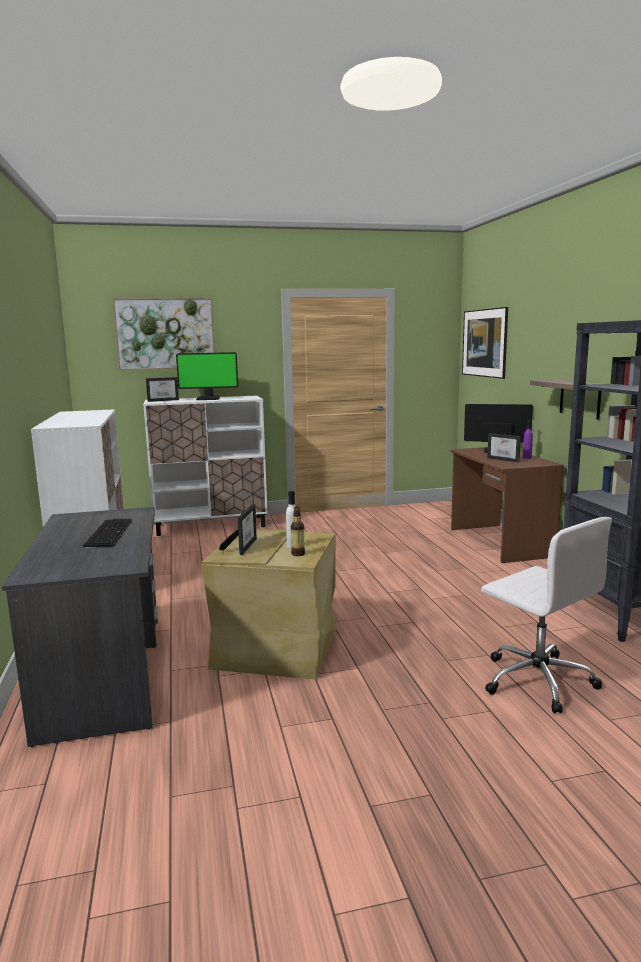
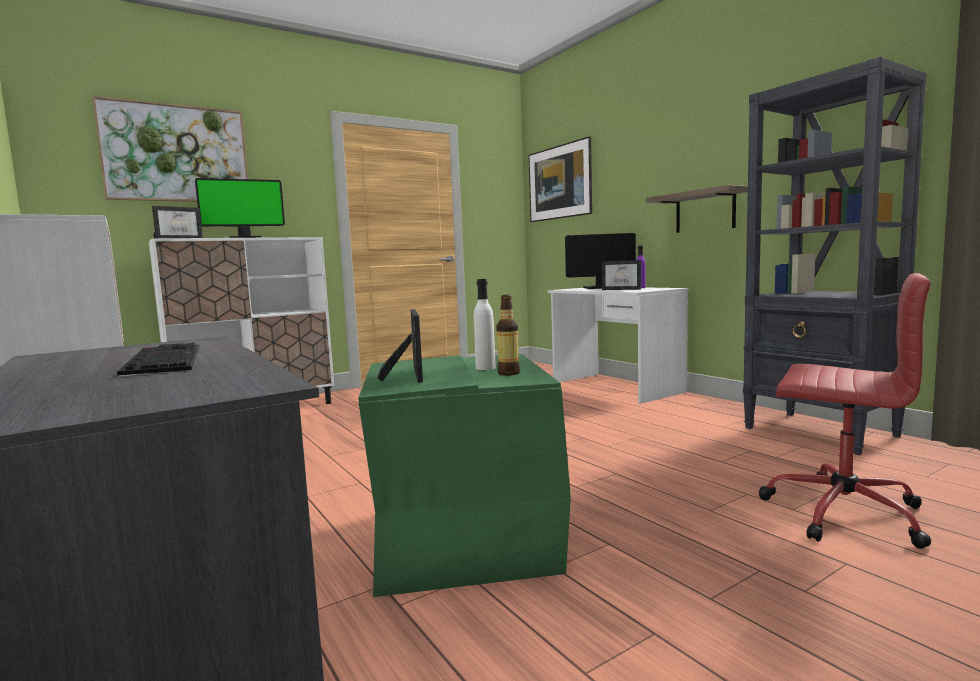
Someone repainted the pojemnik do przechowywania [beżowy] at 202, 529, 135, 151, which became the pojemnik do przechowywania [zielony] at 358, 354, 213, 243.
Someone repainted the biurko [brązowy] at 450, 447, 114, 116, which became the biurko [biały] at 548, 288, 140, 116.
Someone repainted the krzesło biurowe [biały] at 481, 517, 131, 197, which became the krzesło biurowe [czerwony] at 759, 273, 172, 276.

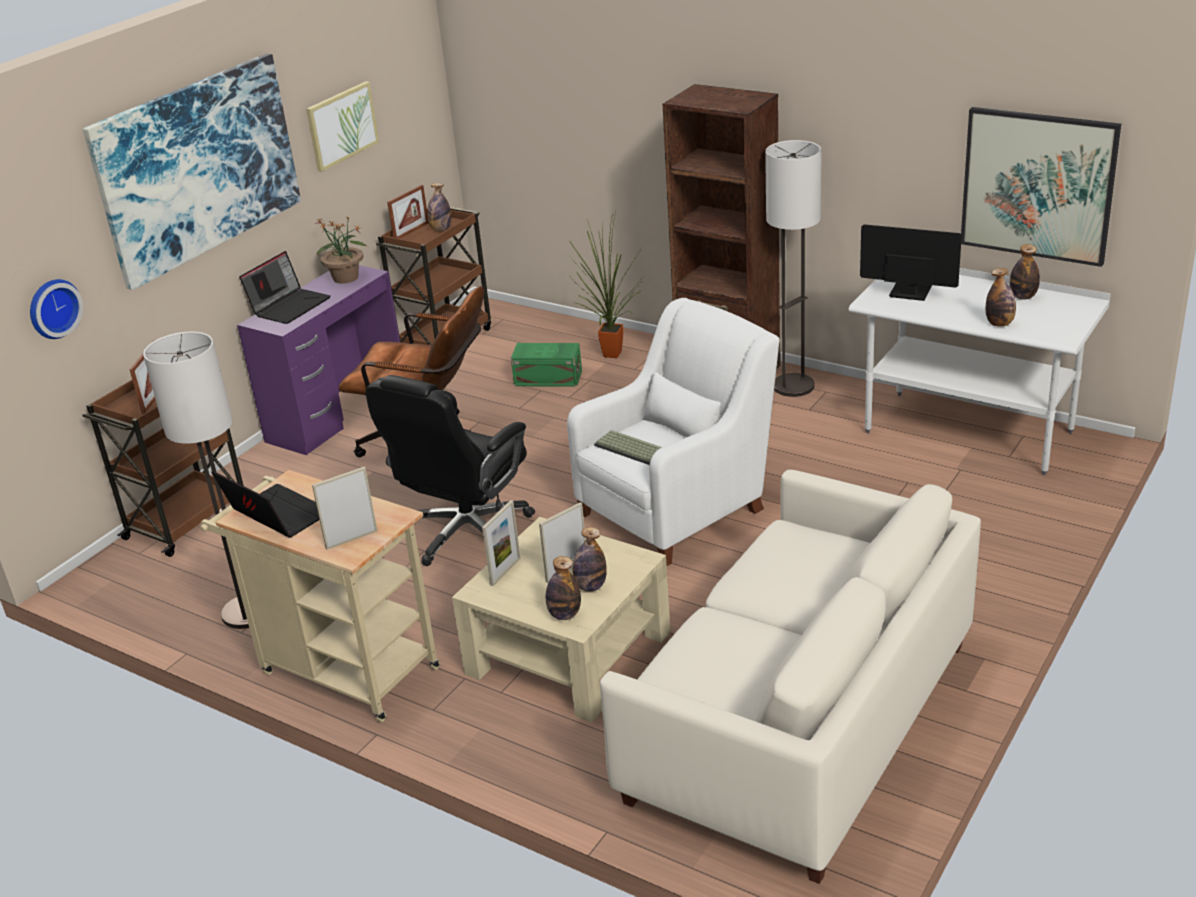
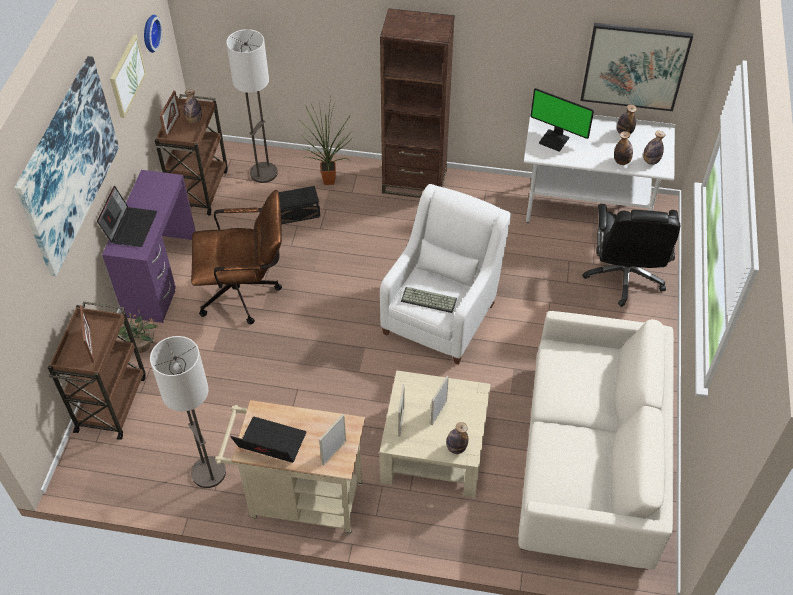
Someone carried the roślina doniczkowa from 316, 217, 52, 67 to 119, 309, 38, 44.
Someone carried the zegar ścienny from 30, 279, 53, 60 to 144, 14, 19, 39.
Someone carried the lampa stojąca from 765, 140, 56, 257 to 226, 29, 52, 154.
Someone repainted the pojemnik do przechowywania [zielony] at 511, 343, 71, 44, which became the pojemnik do przechowywania [czarny] at 278, 186, 42, 38.
Someone rotated the monitor at 860, 224, 102, 77 by 150 degrees counterclockwise.
Someone carried the krzesło biurowe [czarny] from 366, 375, 169, 191 to 582, 204, 98, 103.
Someone carried the butelka from 572, 527, 35, 65 to 643, 131, 22, 34.

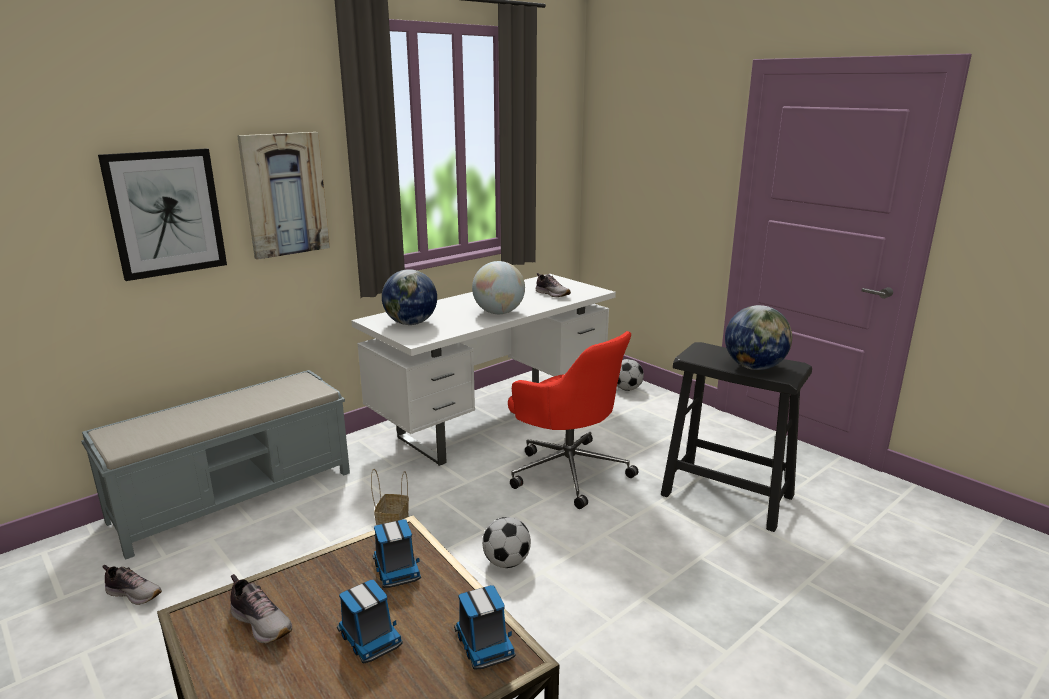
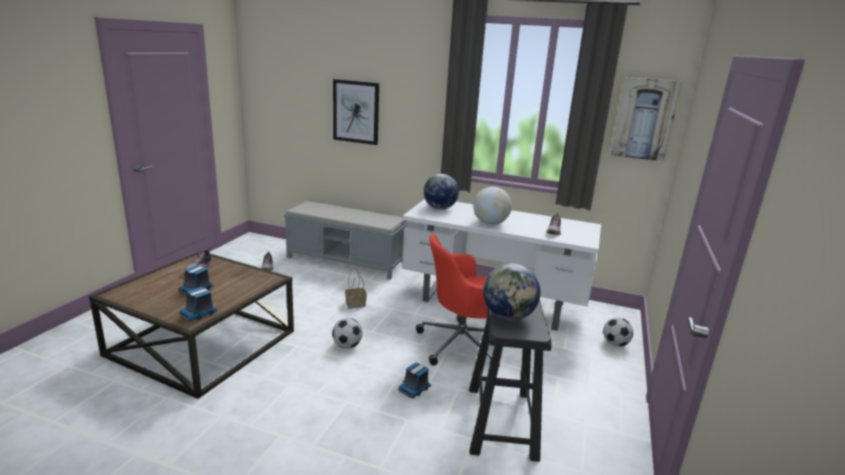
Someone carried the ciężarówka zabawkowa from 373, 519, 48, 69 to 398, 362, 33, 37.
Someone rotated the krzesło biurowe [czerwony] at 508, 331, 131, 178 by 60 degrees clockwise.
Someone carried the obraz from 237, 132, 93, 128 to 610, 77, 72, 85.

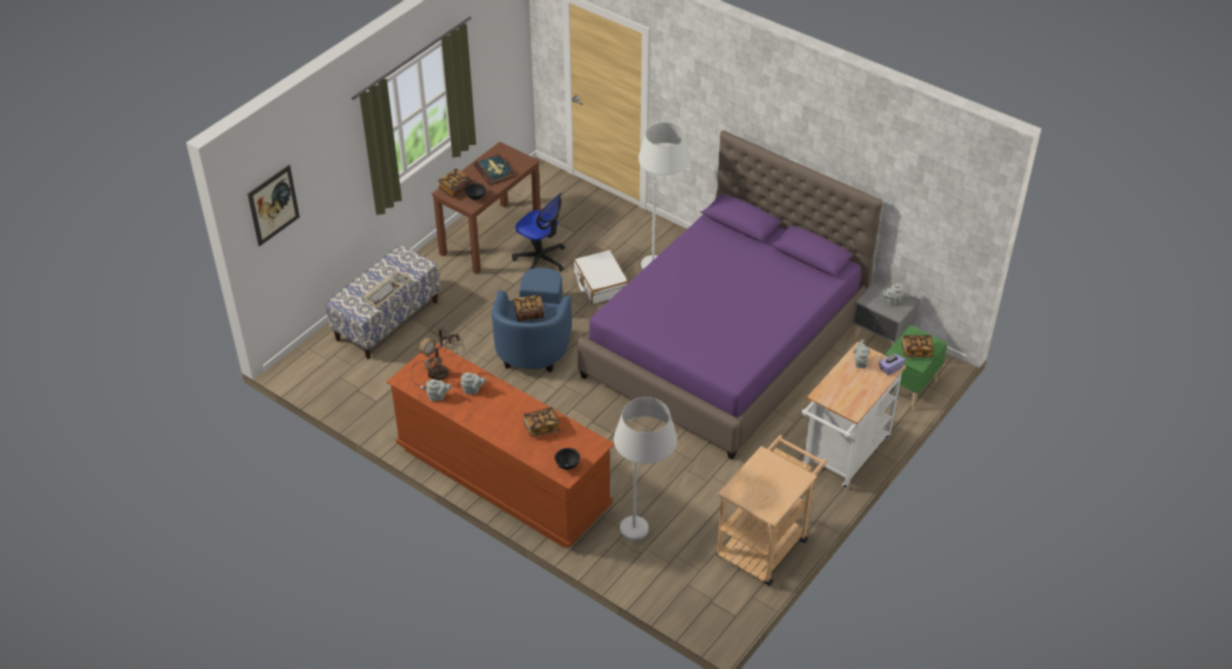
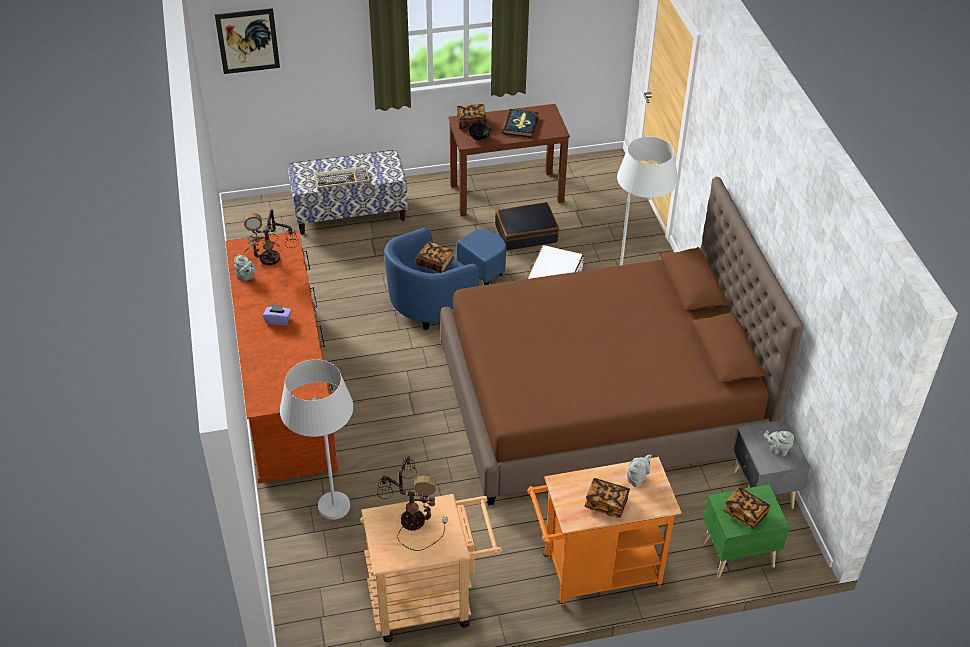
Someone carried the pudełko chusteczek [fioletowy] from 879, 353, 26, 22 to 263, 304, 28, 22.
Someone put down the lampa stołowa at 377, 455, 71, 96.
Someone repainted the łóżko [fioletowy] at 578, 131, 305, 329, which became the łóżko [brązowy] at 440, 177, 364, 328.
Someone swapped the krzesło biurowe at 512, 193, 53, 79 for the walizka [czarny] at 495, 202, 64, 49.
Someone repainted the wózek [biały] at 801, 342, 105, 147, which became the wózek [pomarańczowy] at 527, 457, 154, 149.
Someone carried the książka from 523, 407, 37, 30 to 584, 478, 46, 40.
Someone took away the imbryk [szary] at 461, 372, 26, 22.
Someone took away the miska [czarny] at 555, 448, 25, 22.

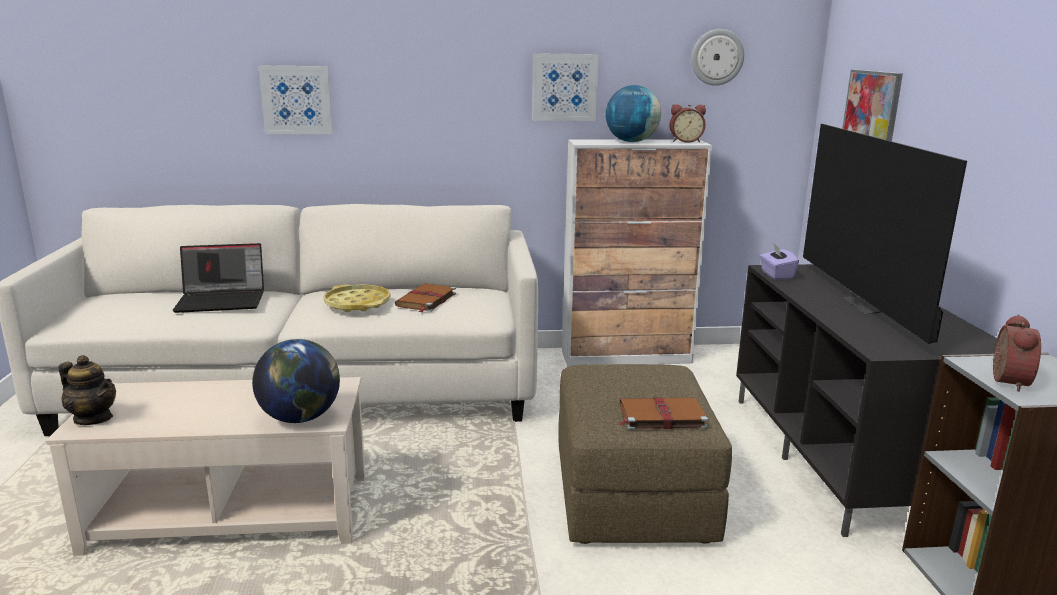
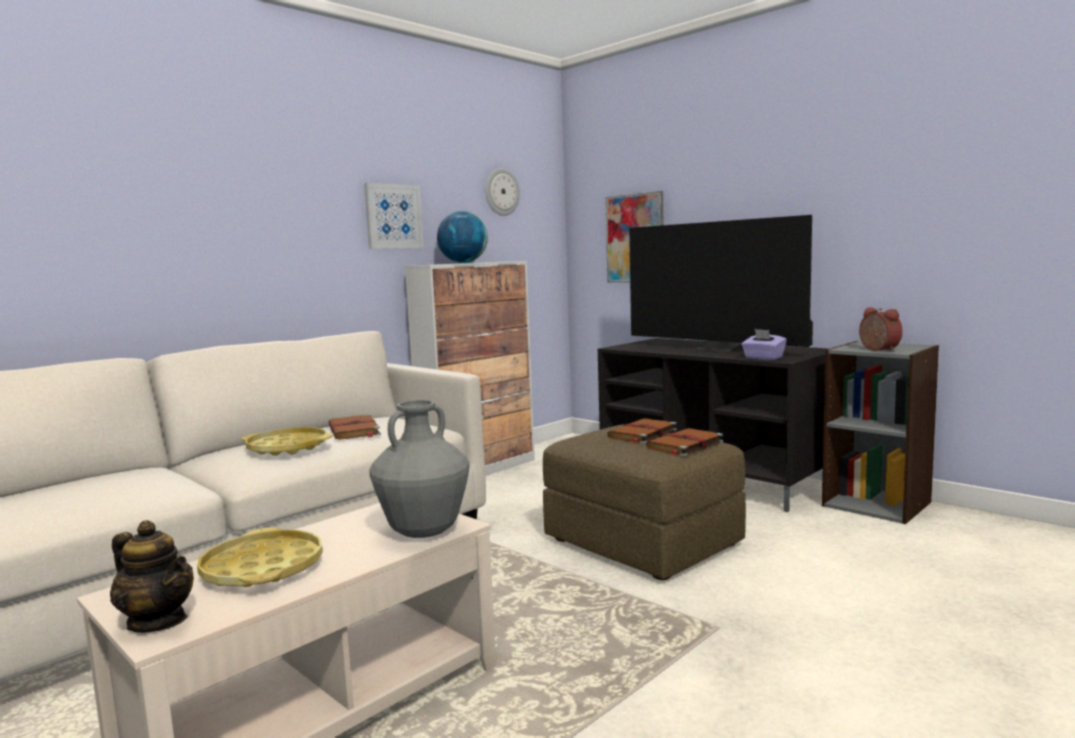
Someone rotated the imbryk at 59, 355, 57, 70 by 45 degrees clockwise.
Someone put down the taca [żółty] at 197, 527, 126, 60.
Someone swapped the globus at 252, 339, 88, 84 for the wazon [szary] at 369, 400, 101, 138.
Someone put down the książka [brązowy] at 607, 418, 70, 26.
Someone carried the pudełko chusteczek [fioletowy] from 760, 244, 39, 36 to 741, 329, 46, 31.
Someone took away the laptop at 172, 243, 92, 70.
Someone took away the obraz at 259, 66, 74, 68.
Someone took away the budzik at 669, 104, 37, 39.

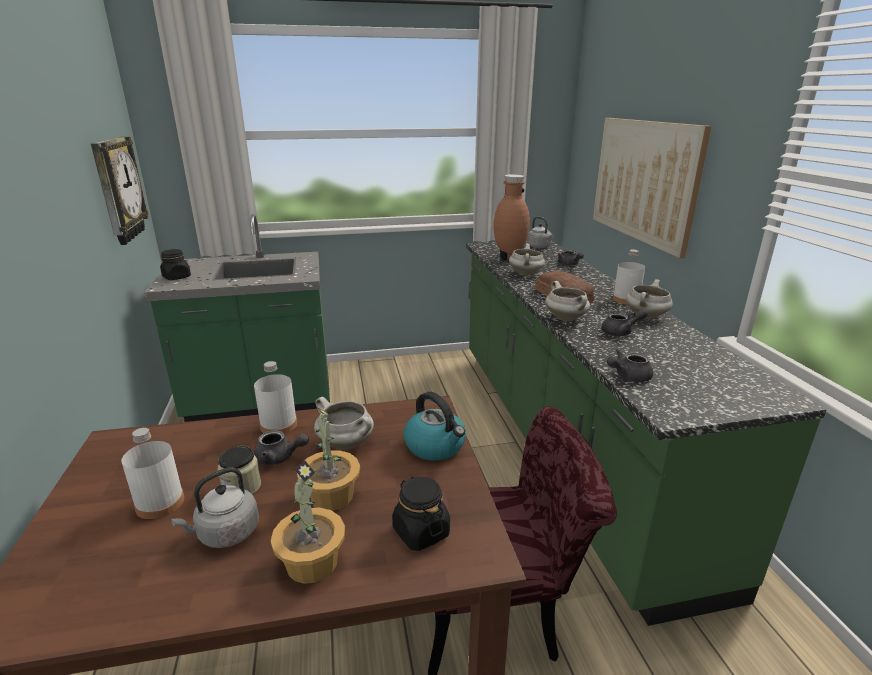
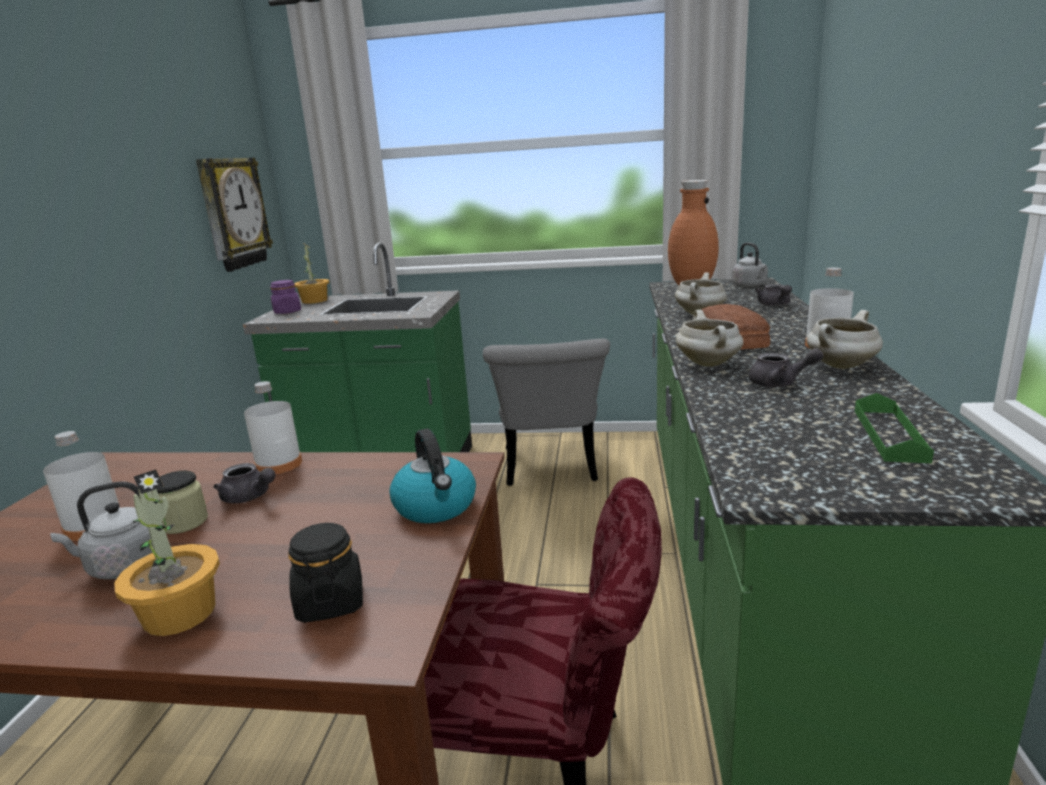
Someone repainted the słoik [czarny] at 160, 249, 31, 31, which became the słoik [fioletowy] at 270, 280, 31, 34.
Someone carried the roślina doniczkowa from 297, 407, 63, 104 to 294, 243, 36, 61.
Someone put down the krzesło [szary] at 483, 338, 127, 148.
Someone put down the taca [zielony] at 855, 393, 79, 70.
Someone took away the garnek [biały] at 314, 397, 60, 53.
Someone took away the obraz at 593, 118, 119, 140.
Someone took away the imbryk [szary] at 607, 348, 46, 34.

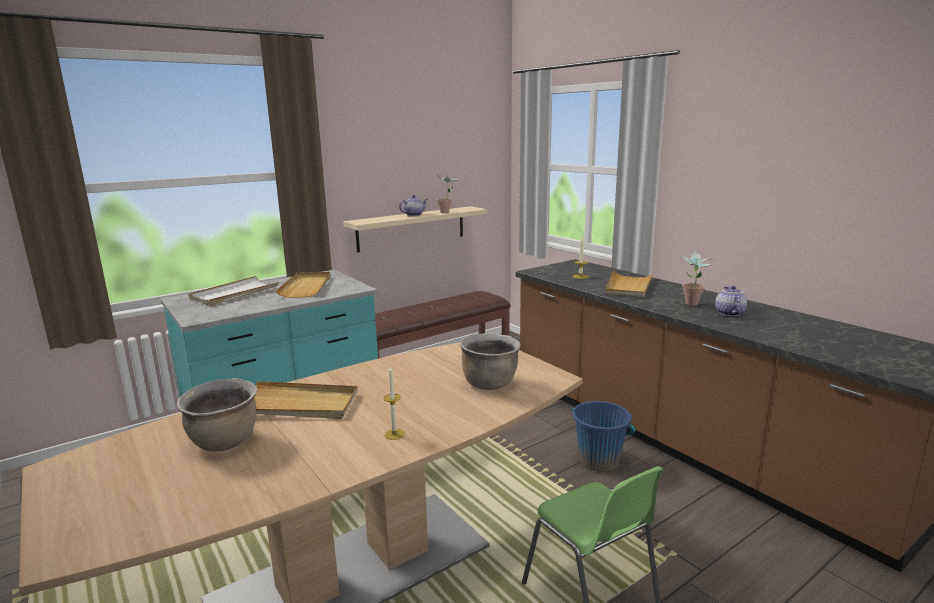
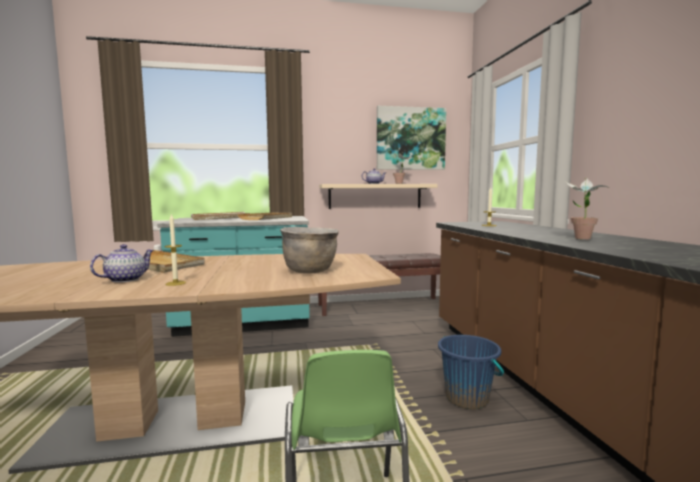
Someone carried the imbryk from 715, 286, 32, 30 to 90, 244, 64, 39.
Someone put up the obraz at 377, 106, 69, 64.
Someone took away the garnek [brązowy] at 177, 378, 80, 73.
Someone took away the taca [beżowy] at 606, 269, 48, 28.

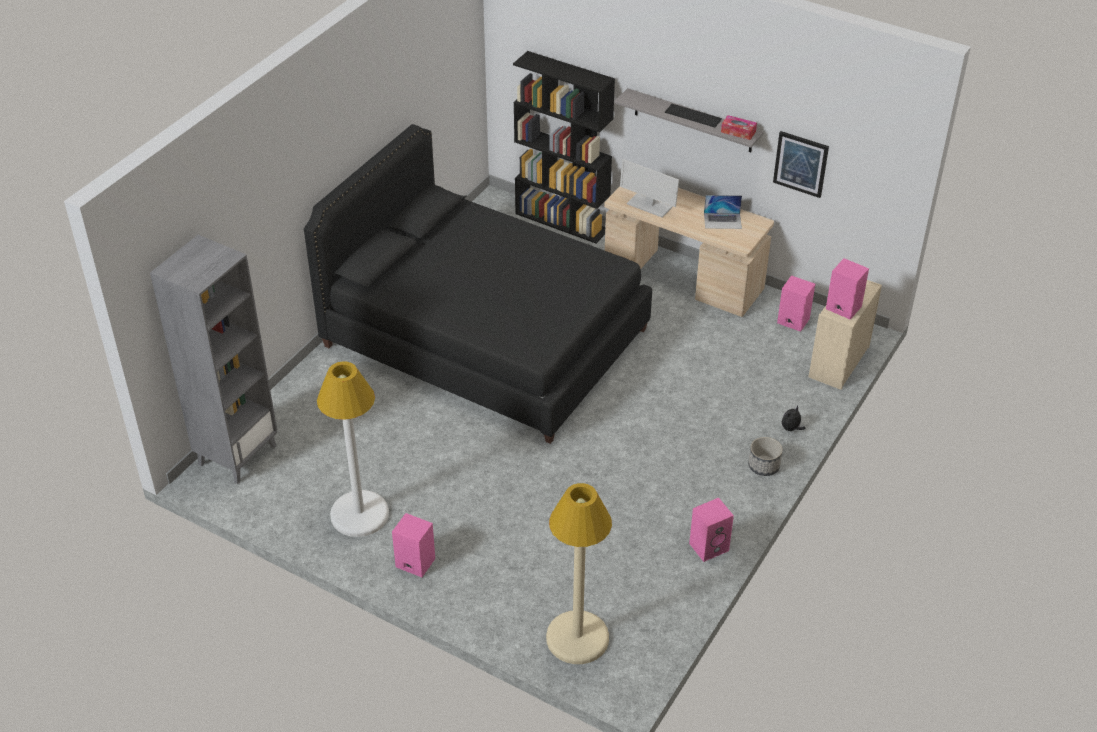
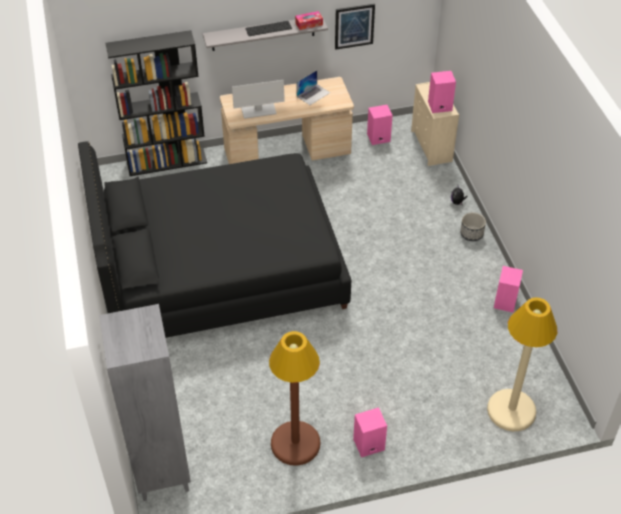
Someone repainted the lampa stojąca [biały] at 317, 361, 72, 176, which became the lampa stojąca [brązowy] at 269, 331, 51, 135.

